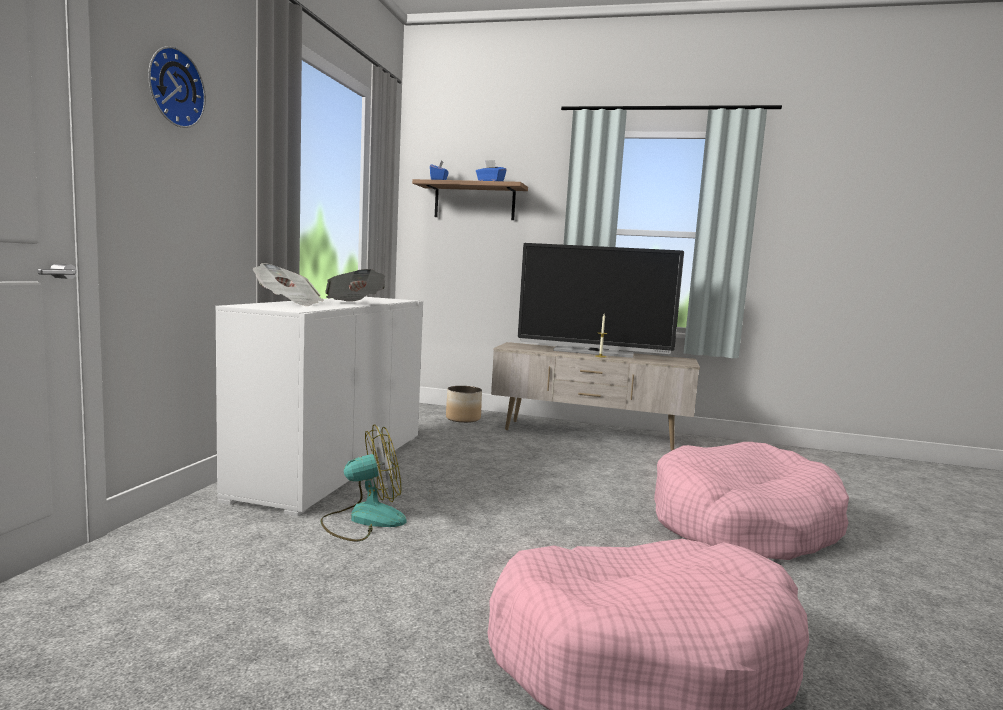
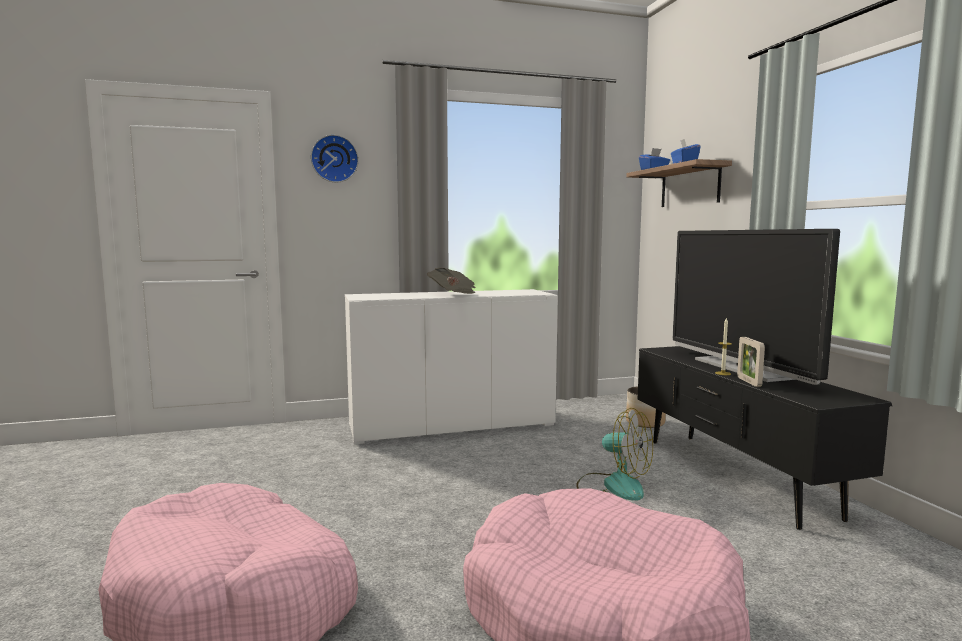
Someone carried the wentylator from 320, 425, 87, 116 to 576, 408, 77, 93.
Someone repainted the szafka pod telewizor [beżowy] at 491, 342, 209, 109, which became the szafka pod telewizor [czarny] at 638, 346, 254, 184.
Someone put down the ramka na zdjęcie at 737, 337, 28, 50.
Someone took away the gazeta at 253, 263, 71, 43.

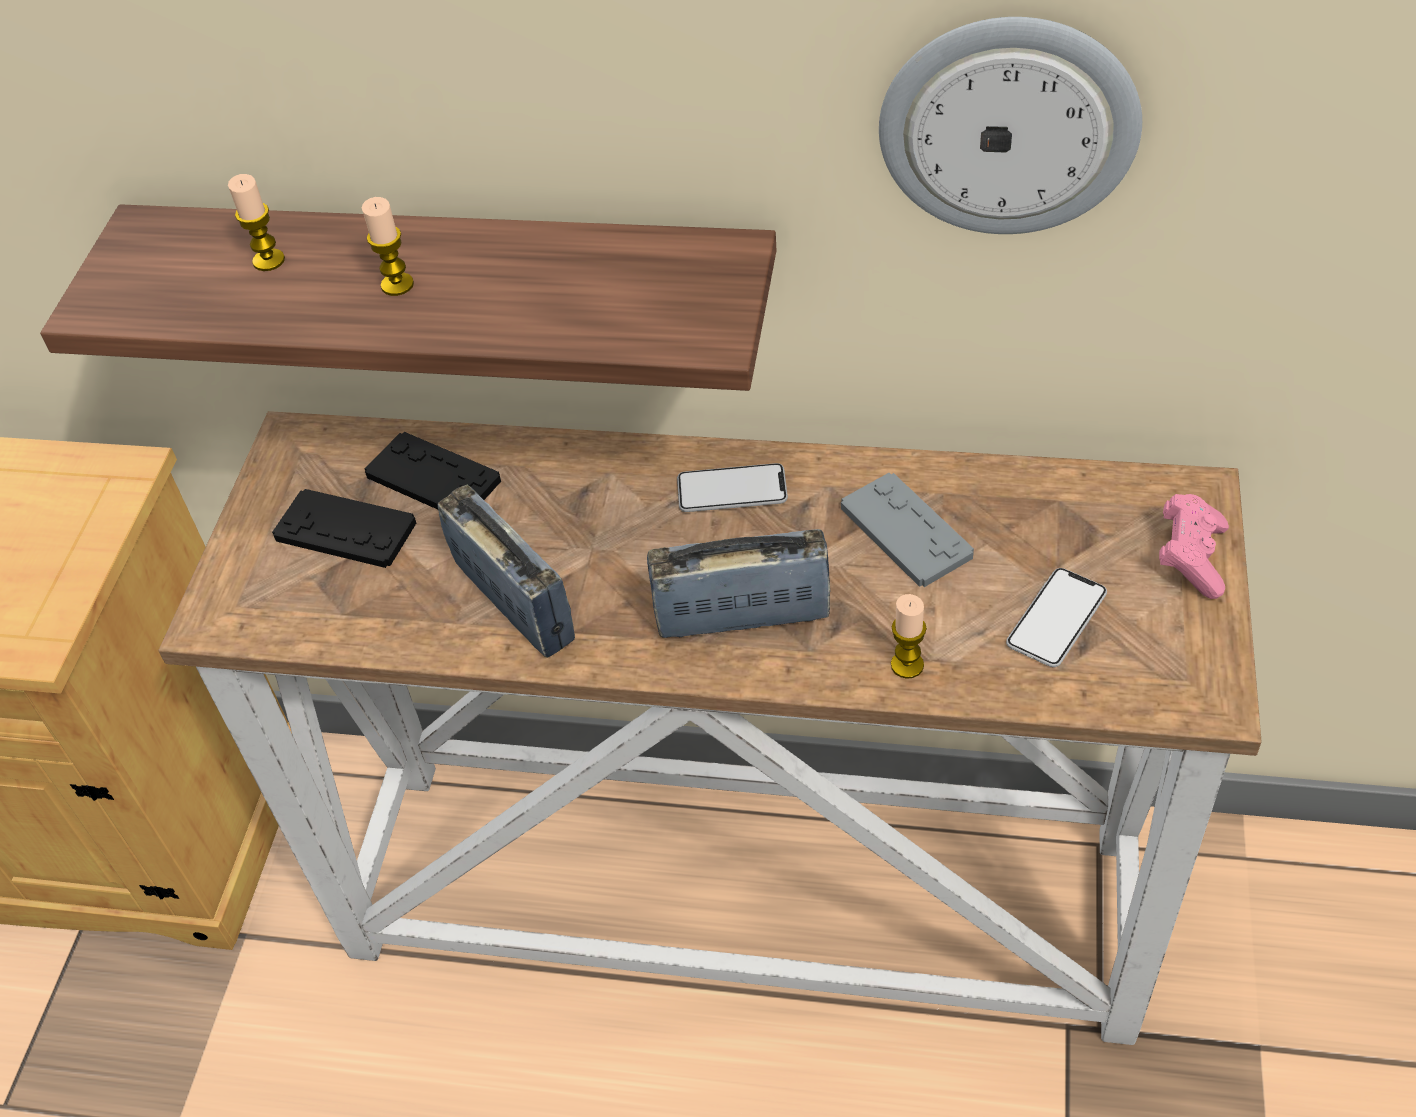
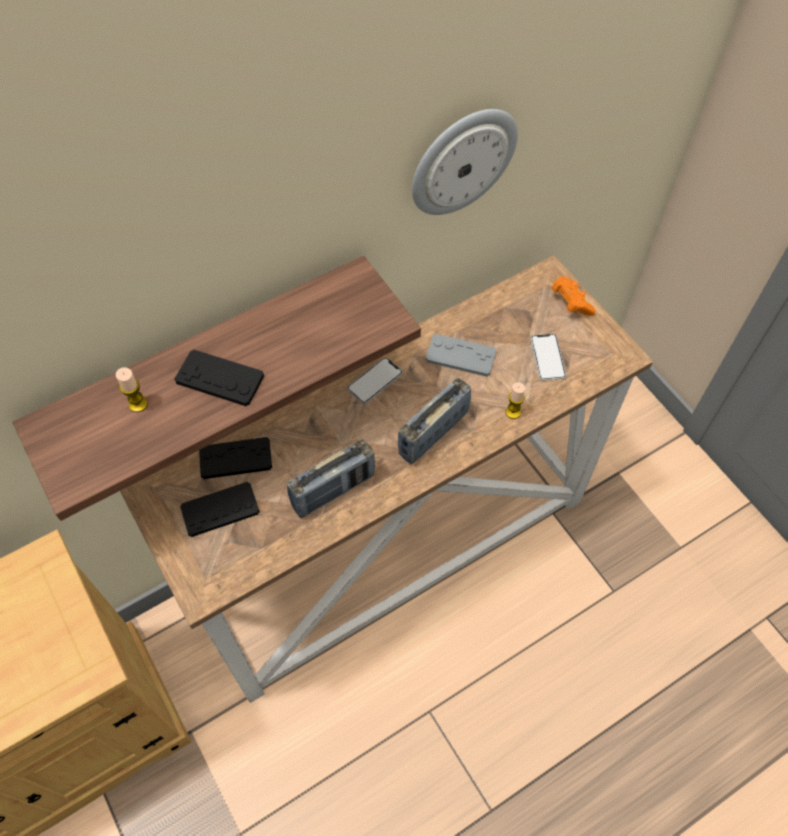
Someone swapped the świeca at 362, 197, 52, 99 for the pad do gier [czarny] at 174, 350, 90, 56.
Someone rotated the radio at 438, 485, 137, 173 by 135 degrees clockwise.
Someone repainted the pad do gier [różowy] at 1159, 494, 70, 105, which became the pad do gier [pomarańczowy] at 552, 276, 44, 40.

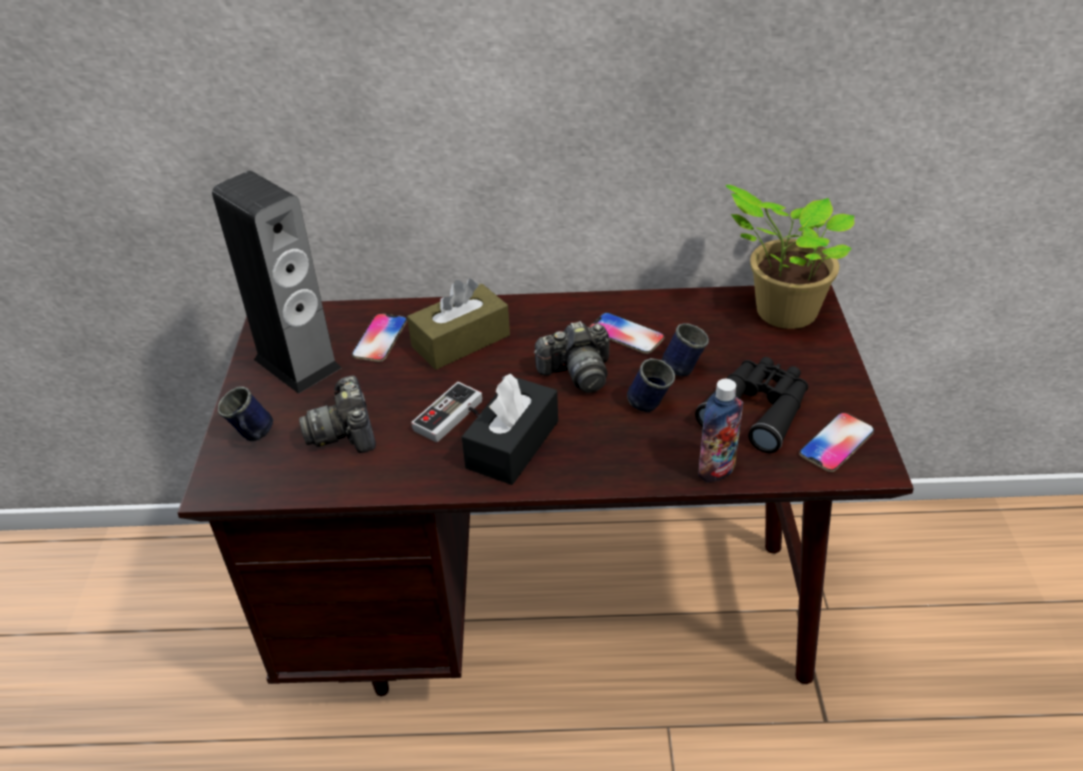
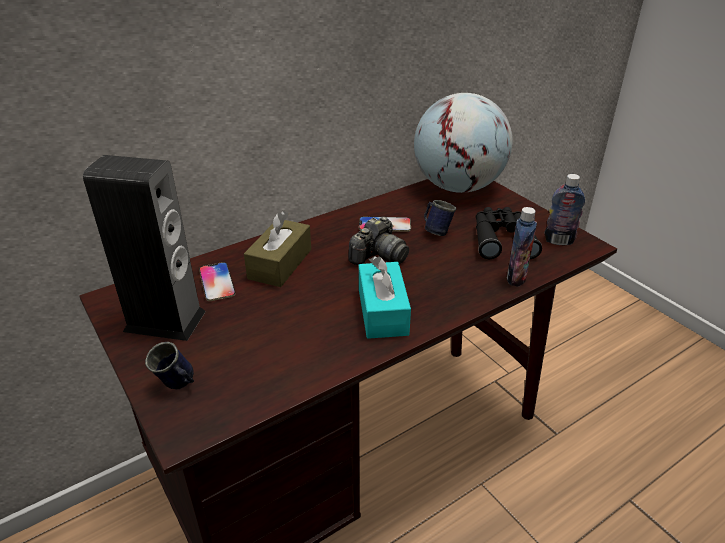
Someone repainted the pudełko chusteczek [czarny] at 462, 374, 96, 111, which became the pudełko chusteczek [turkusowy] at 359, 256, 52, 83.
Someone swapped the roślina doniczkowa at 726, 185, 129, 144 for the globus at 414, 93, 99, 100.
Someone swapped the telefon at 799, 412, 75, 60 for the butelka at 545, 174, 40, 71.
Someone took away the aparat fotograficzny at 299, 375, 77, 78.
Someone took away the pad do gier at 411, 382, 71, 60.
Someone took away the kubek [niebieski] at 627, 358, 48, 54.

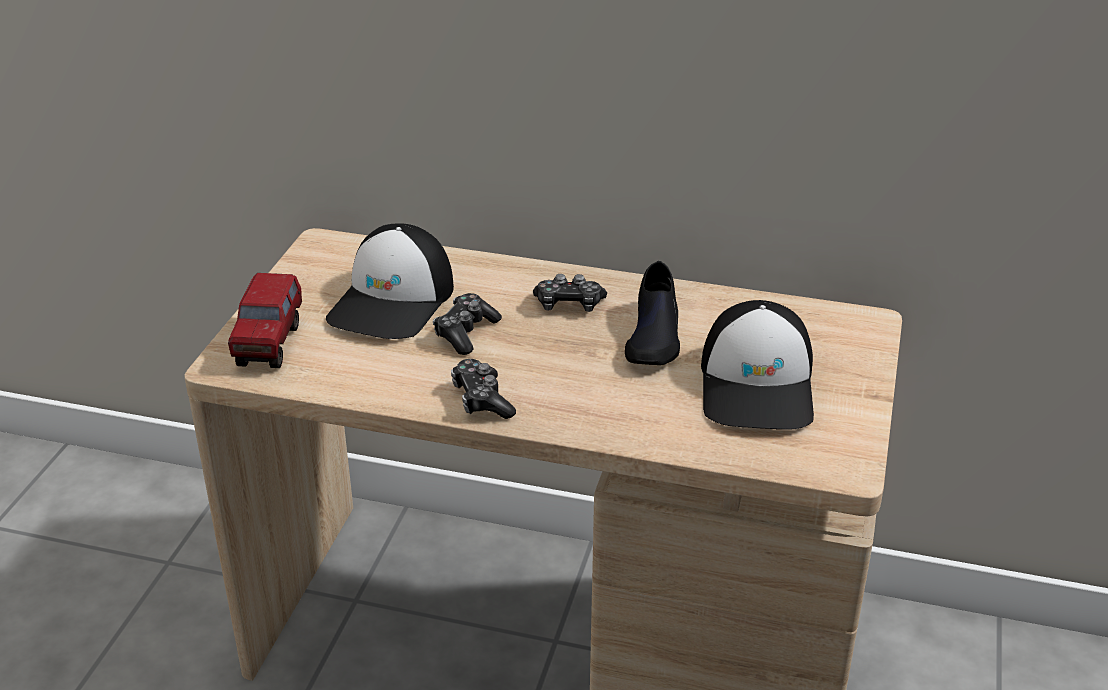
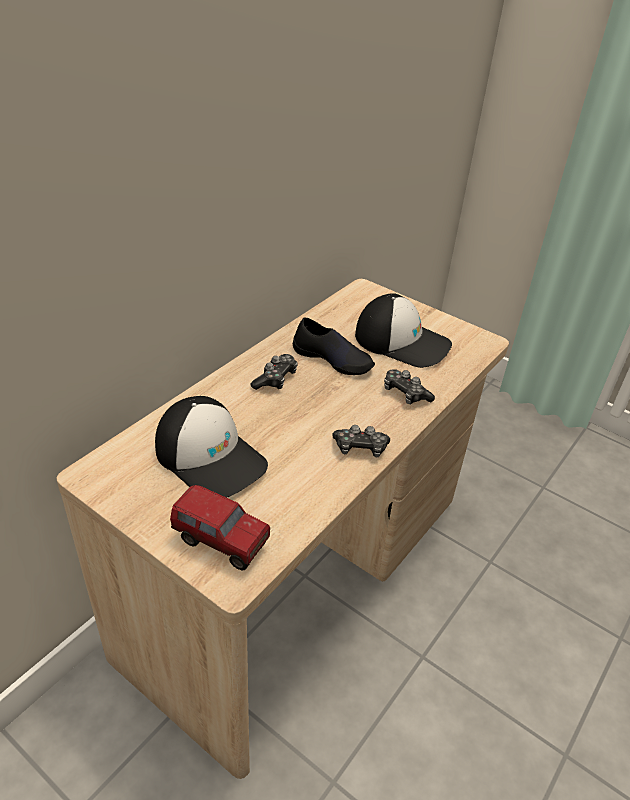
Someone carried the pad do gier from 433, 293, 69, 62 to 384, 369, 51, 36.

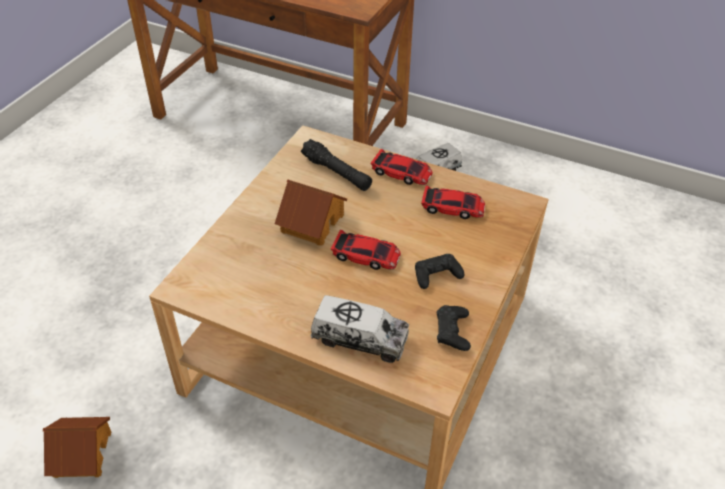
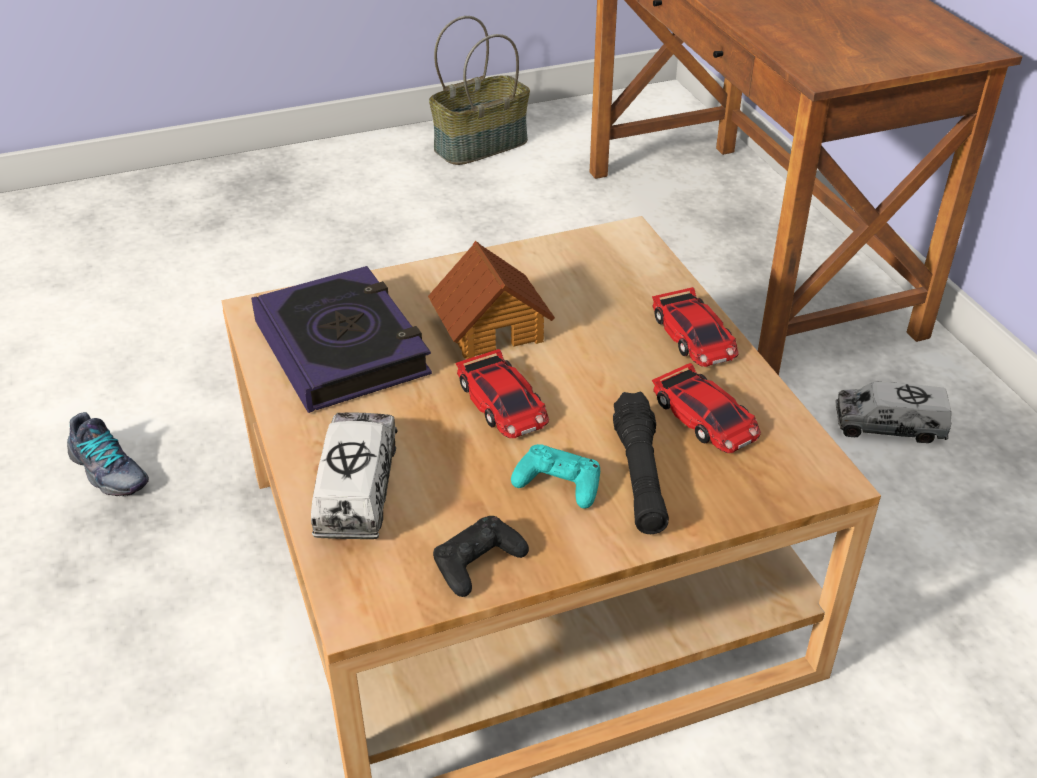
Someone swapped the domek at 43, 417, 68, 61 for the but at 67, 412, 82, 84.
Someone put down the książka at 251, 266, 181, 147.
Someone rotated the ciężarówka zabawkowa at 311, 295, 98, 68 by 150 degrees counterclockwise.
Someone put down the koszyk at 429, 16, 101, 149.
Someone repainted the pad do gier [czarny] at 415, 254, 49, 35, which became the pad do gier [turkusowy] at 511, 444, 89, 64.
Someone carried the latarka [czarny] from 301, 139, 71, 52 to 613, 392, 56, 142.

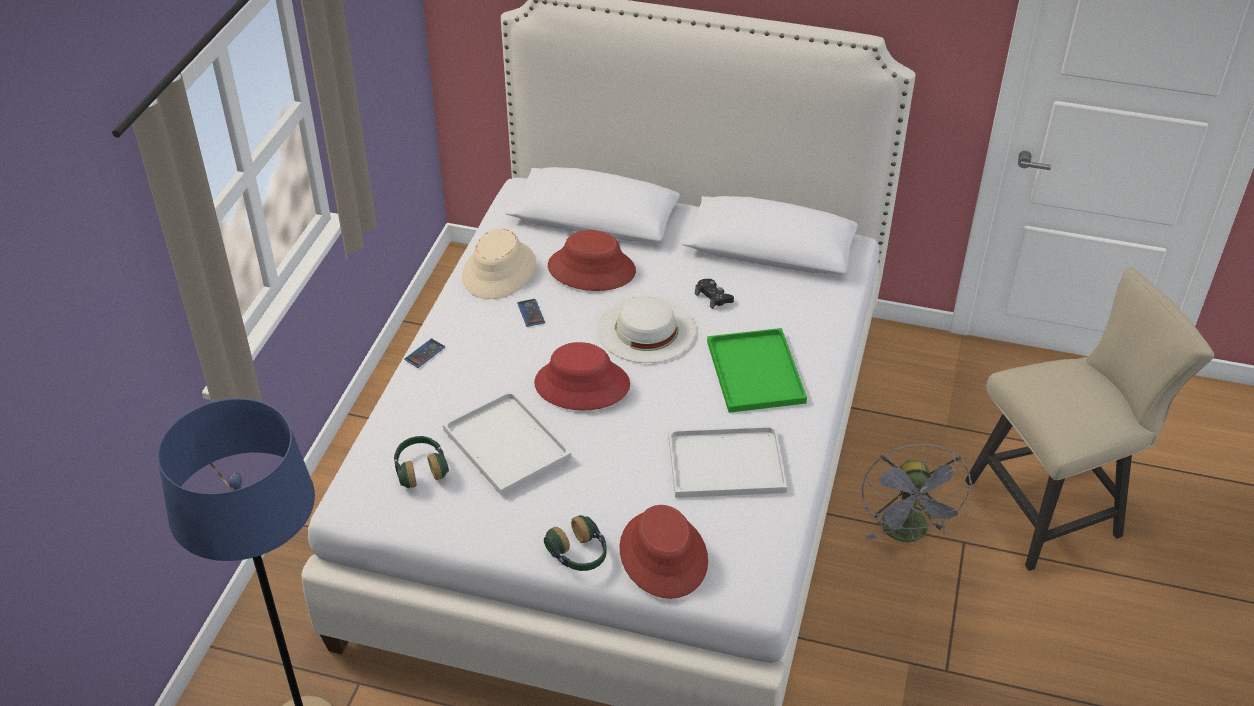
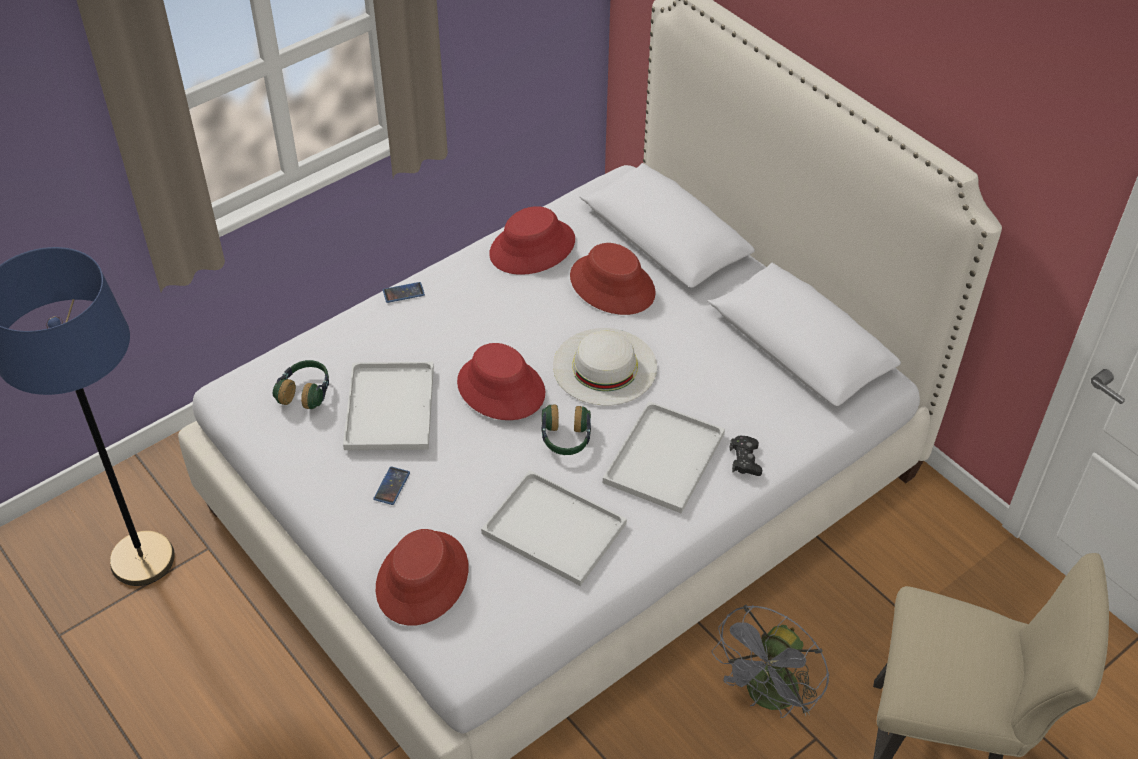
Someone carried the telefon from 517, 299, 28, 28 to 373, 466, 37, 39.
Someone repainted the kapelusz [beżowy] at 462, 229, 74, 70, which became the kapelusz [czerwony] at 489, 206, 86, 69.
Someone carried the słuchawki from 544, 515, 63, 56 to 541, 404, 50, 51.
Someone repainted the taca [zielony] at 707, 328, 100, 85, which became the taca [biały] at 603, 401, 122, 113.
Someone carried the pad do gier [czarny] from 695, 279, 39, 30 to 730, 436, 32, 40.

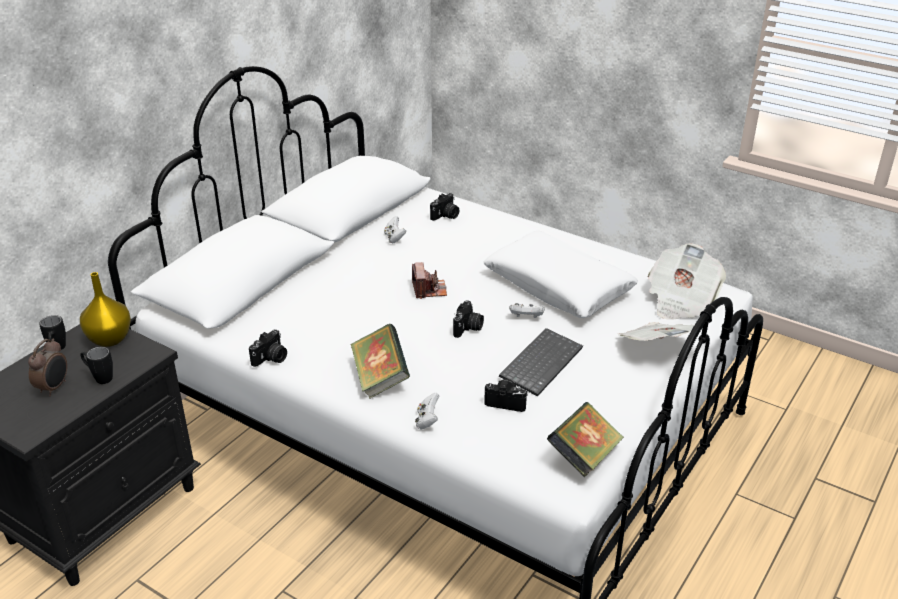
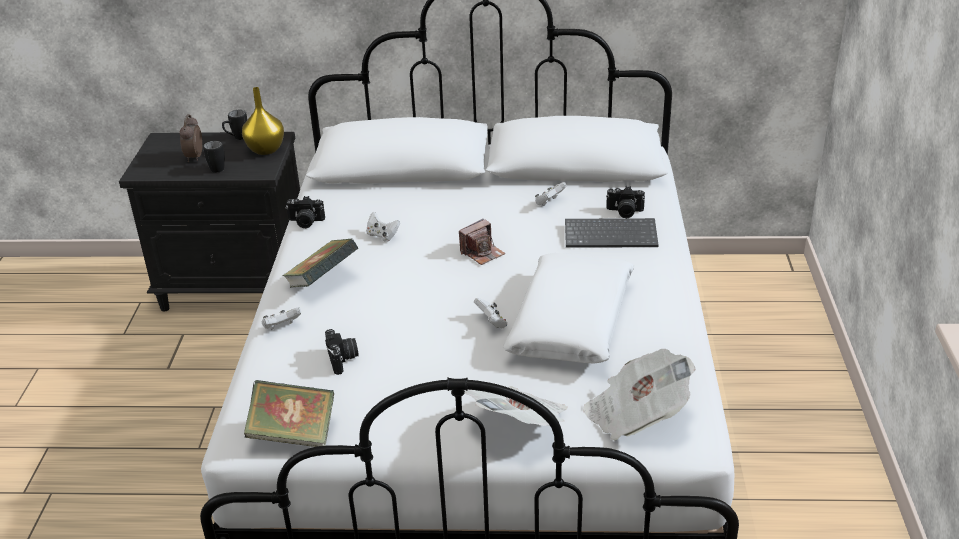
Someone rotated the budzik at 28, 339, 39, 57 by 105 degrees clockwise.
Someone put down the pad do gier [biały] at 366, 212, 34, 30.
Someone carried the klawiatura from 499, 328, 84, 68 to 565, 218, 93, 30.
Someone took away the aparat fotograficzny at 453, 300, 31, 38.

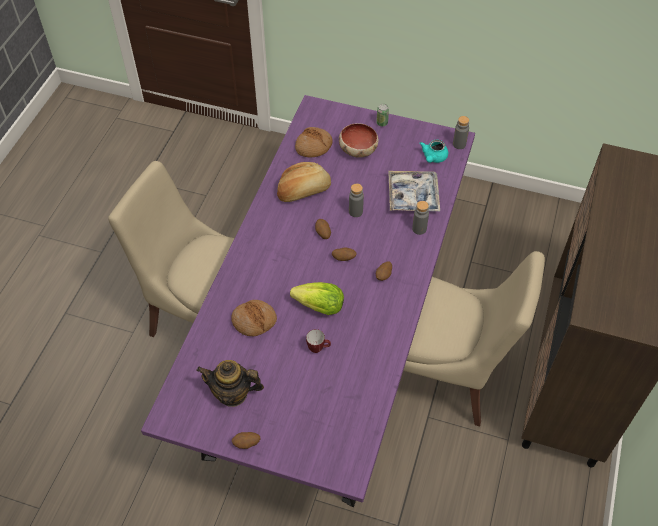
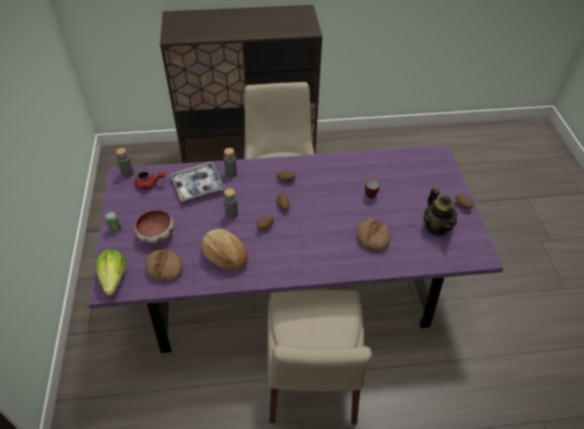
Someone carried the sałata from 290, 282, 54, 33 to 96, 249, 30, 46.
Someone repainted the imbryk [turkusowy] at 419, 140, 29, 23, which became the imbryk [czerwony] at 134, 170, 32, 20.

